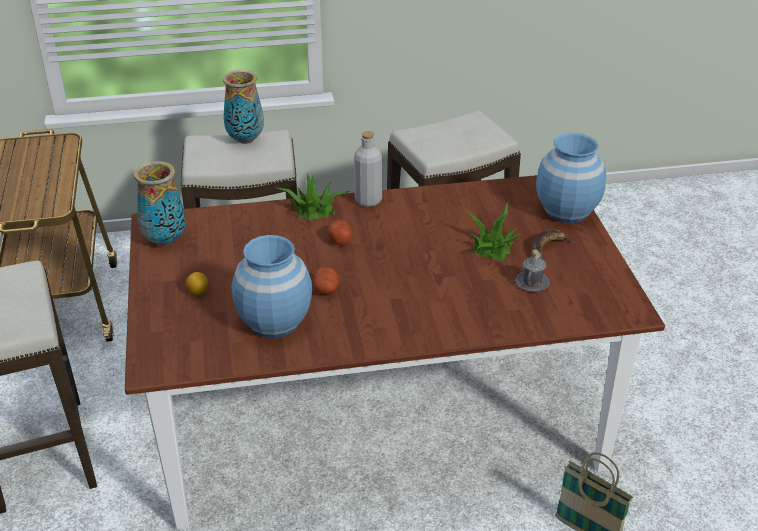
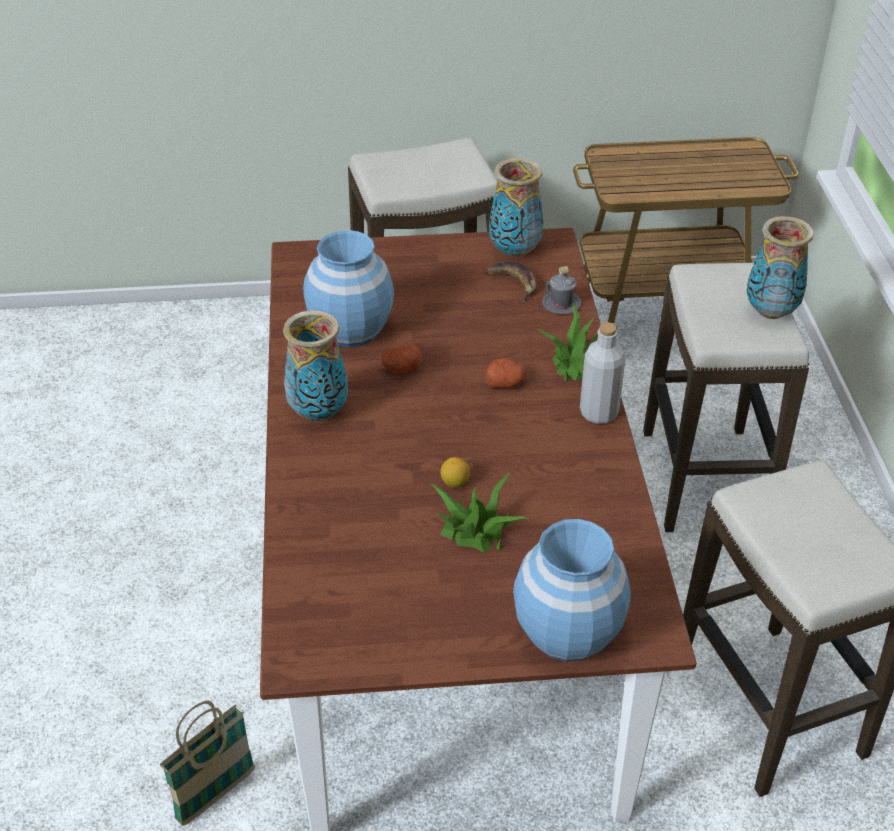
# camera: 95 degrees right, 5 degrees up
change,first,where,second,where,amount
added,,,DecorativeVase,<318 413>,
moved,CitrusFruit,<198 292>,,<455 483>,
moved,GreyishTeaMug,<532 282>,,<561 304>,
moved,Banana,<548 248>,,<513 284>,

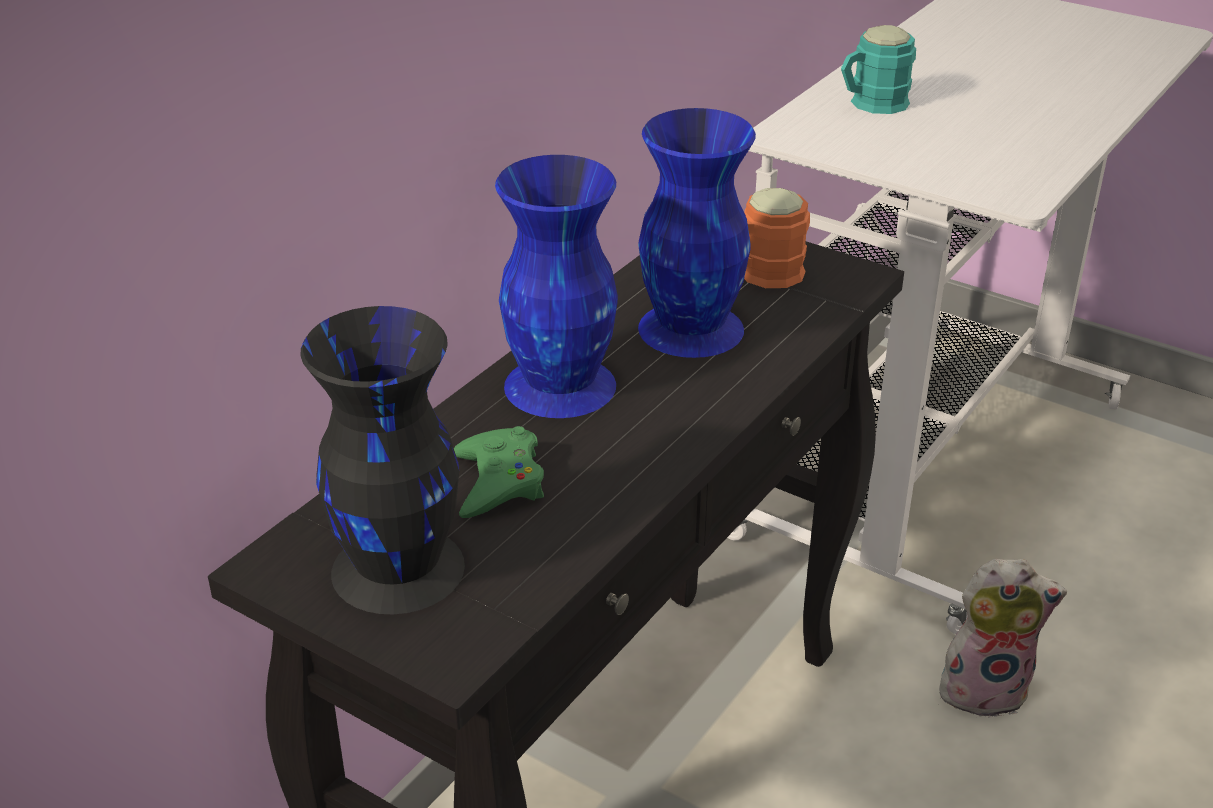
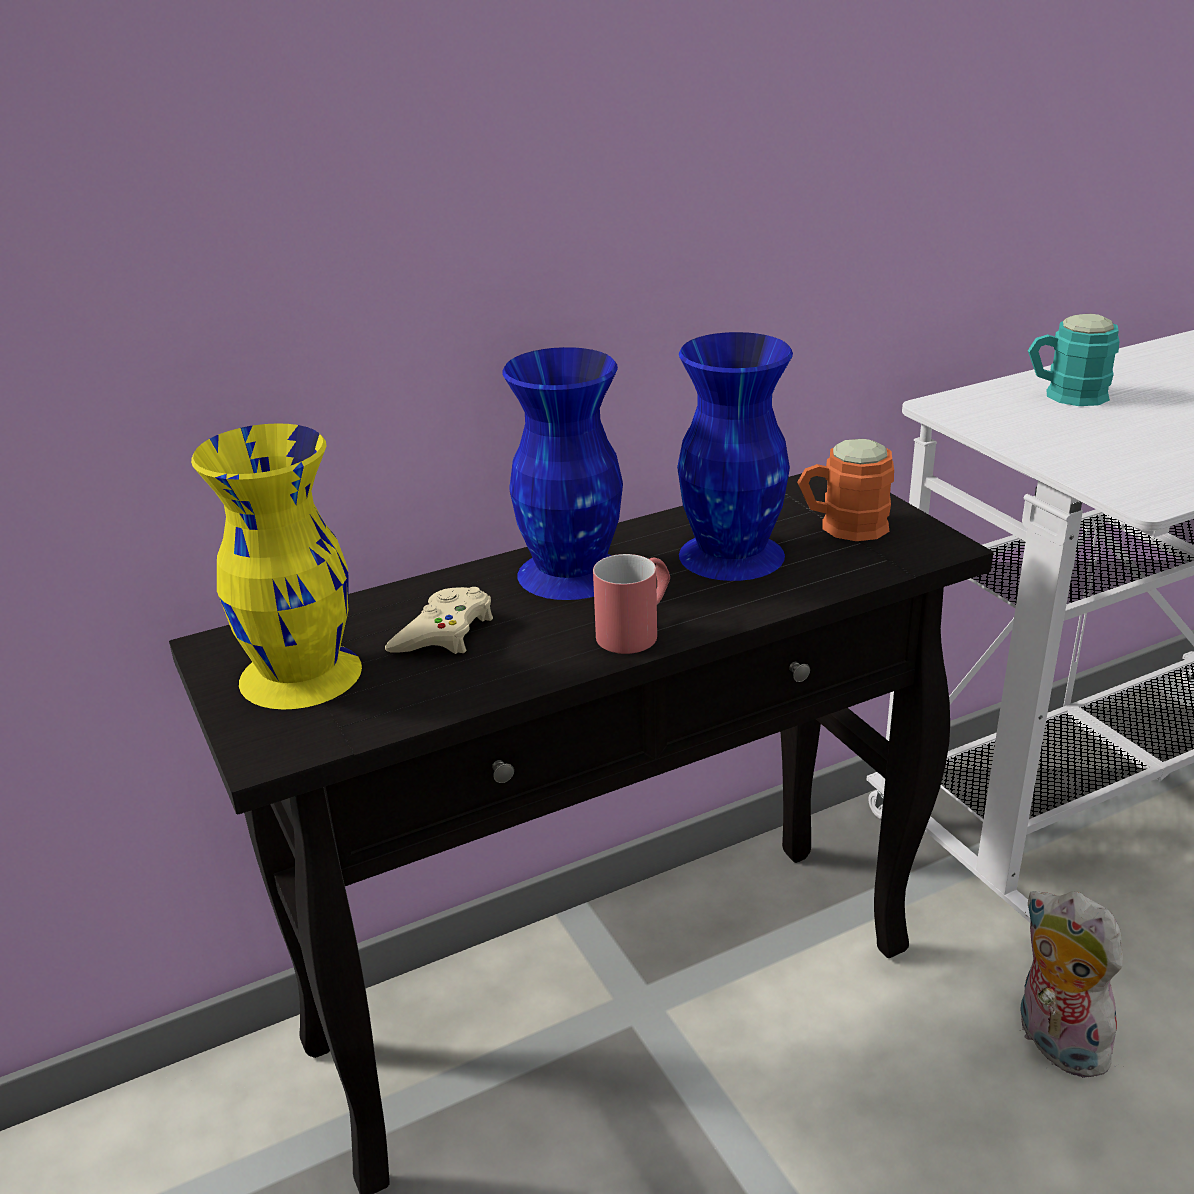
# camera: 30 degrees right, 5 degrees down
change,first,where,second,where,amount
added,,,RedColouredTeaMug,<636 630>,
recoloured,BlackDecorativeVase,<400 569>,YellowDecorativeVase,<302 675>,
recoloured,GreenColouredGamepad,<498 482>,BeigeGamepad,<444 632>,
turned,CuddlyToy,<985 688>,,<1054 1042>,150 degrees counterclockwise

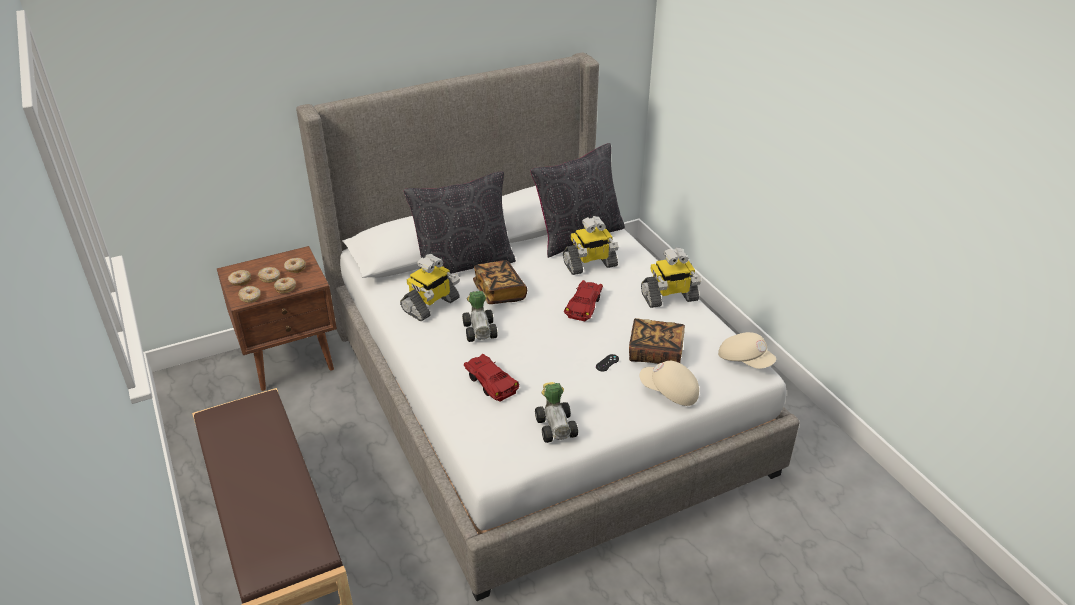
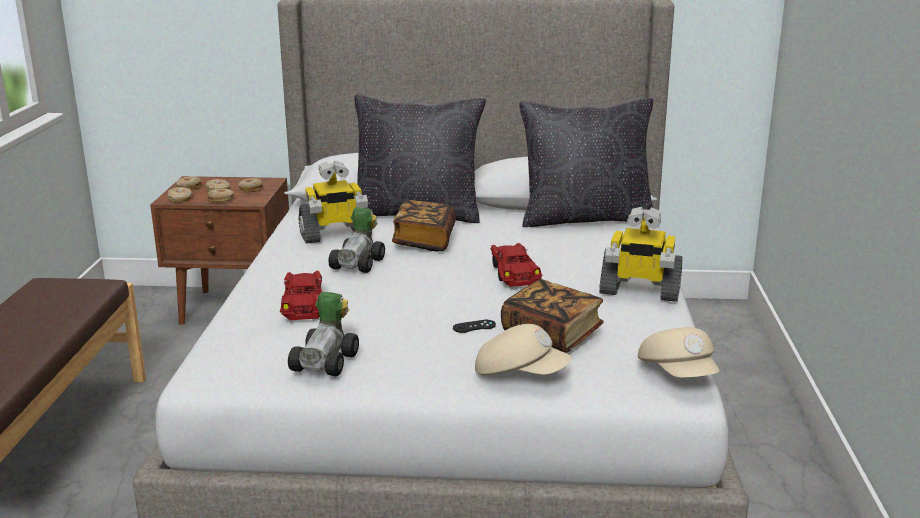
# camera: 30 degrees right, 15 degrees down
change,first,where,second,where,amount
removed,RobotFigure,<590 265>,,,
turned,RedColouredMiniatureCar,<584 305>,,<513 273>,60 degrees counterclockwise
turned,BeigeCap,<669 392>,,<520 373>,150 degrees clockwise

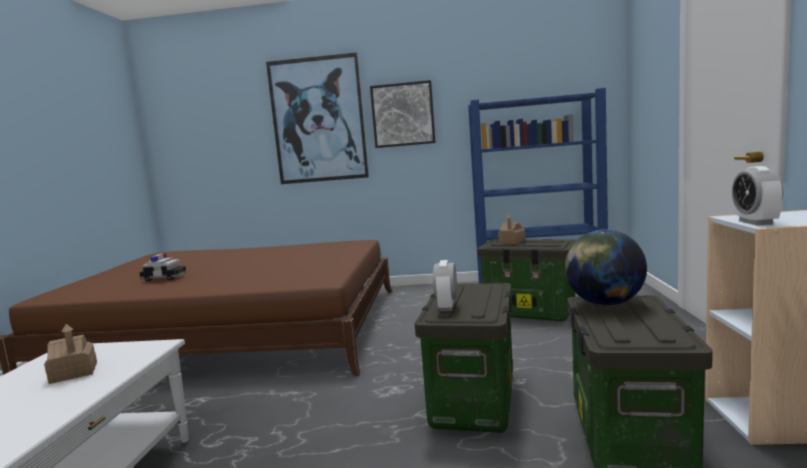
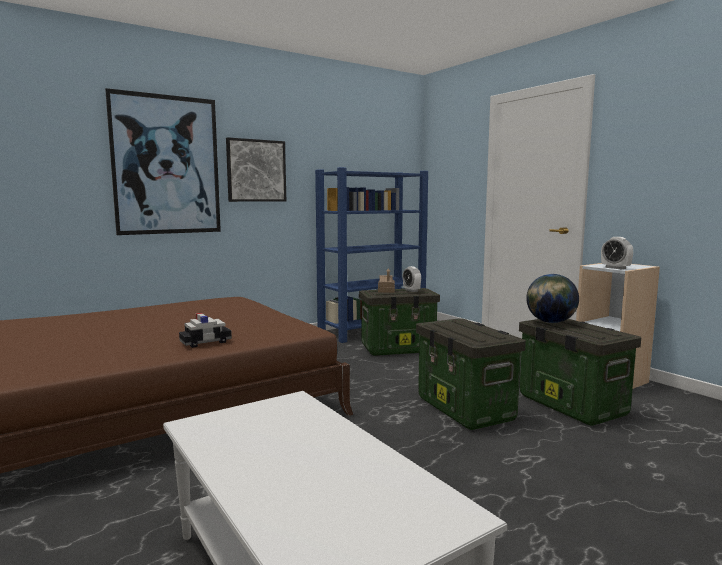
# camera: 40 degrees left, 0 degrees up
change,first,where,second,where,amount
removed,MiniatureHouse,<74 372>,,,
moved,MiniatureCar,<164 278>,,<206 342>,
moved,AlarmClock,<447 307>,,<411 290>,

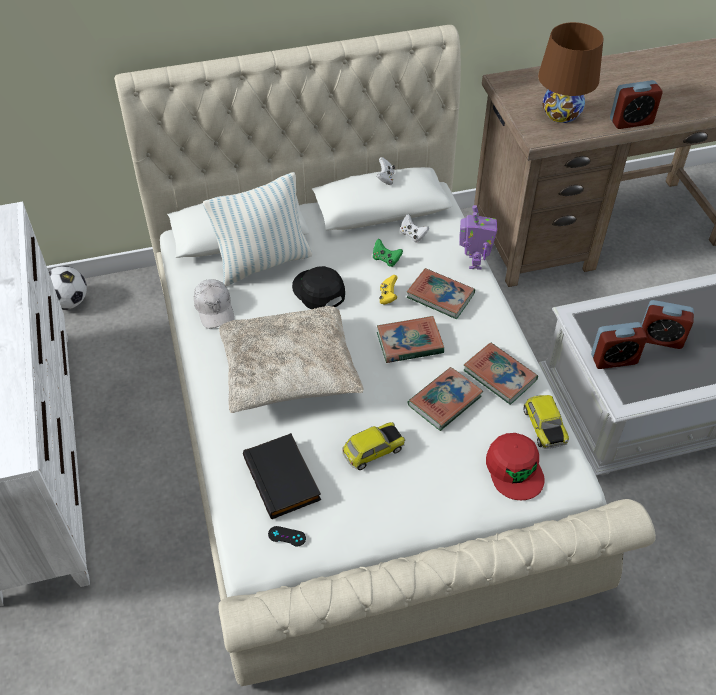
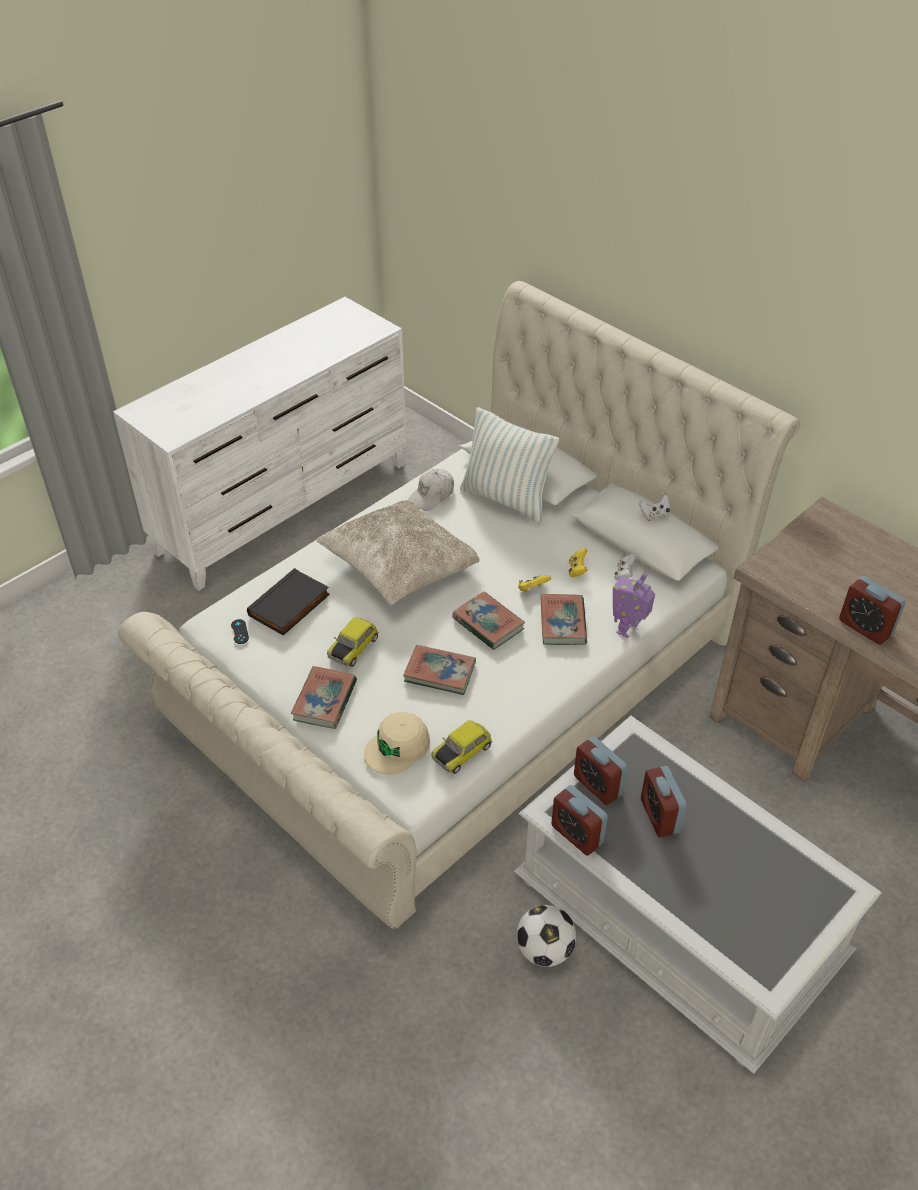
# camera: 60 degrees right, 5 degrees down
change,first,where,second,where,amount
removed,BlackCap,<318 291>,,,
removed,BrownColouredTableLamp,<561 114>,,,
added,,,AlarmClock,<577 834>,
moved,BallForFootball,<69 302>,,<544 950>,
moved,Book,<499 376>,,<324 701>,
recoloured,GreenColouredGamepad,<386 259>,YellowGamepad,<577 570>,
recoloured,RedColouredCap,<514 469>,BeigeCap,<397 748>,
turned,MiniatureCar,<373 451>,,<353 647>,90 degrees clockwise
turned,RobotFigure,<473 262>,,<628 629>,150 degrees clockwise

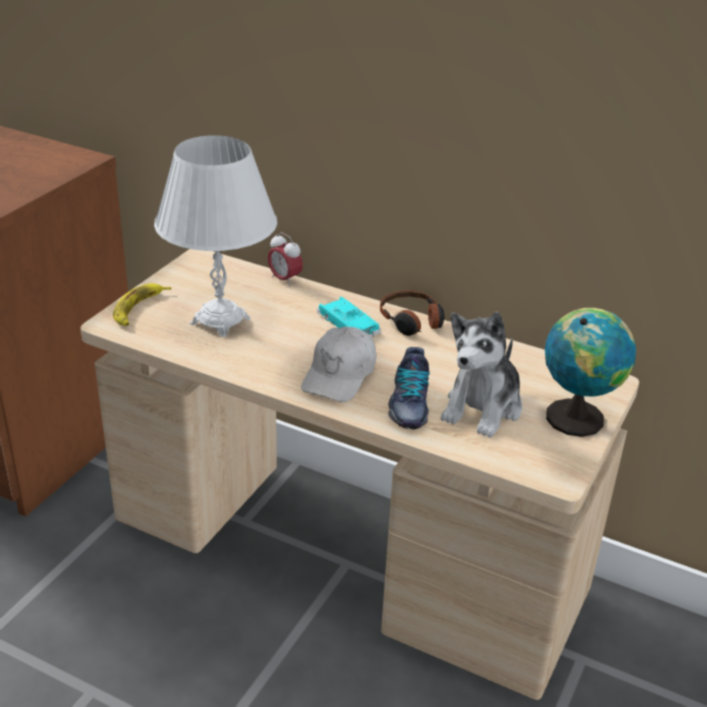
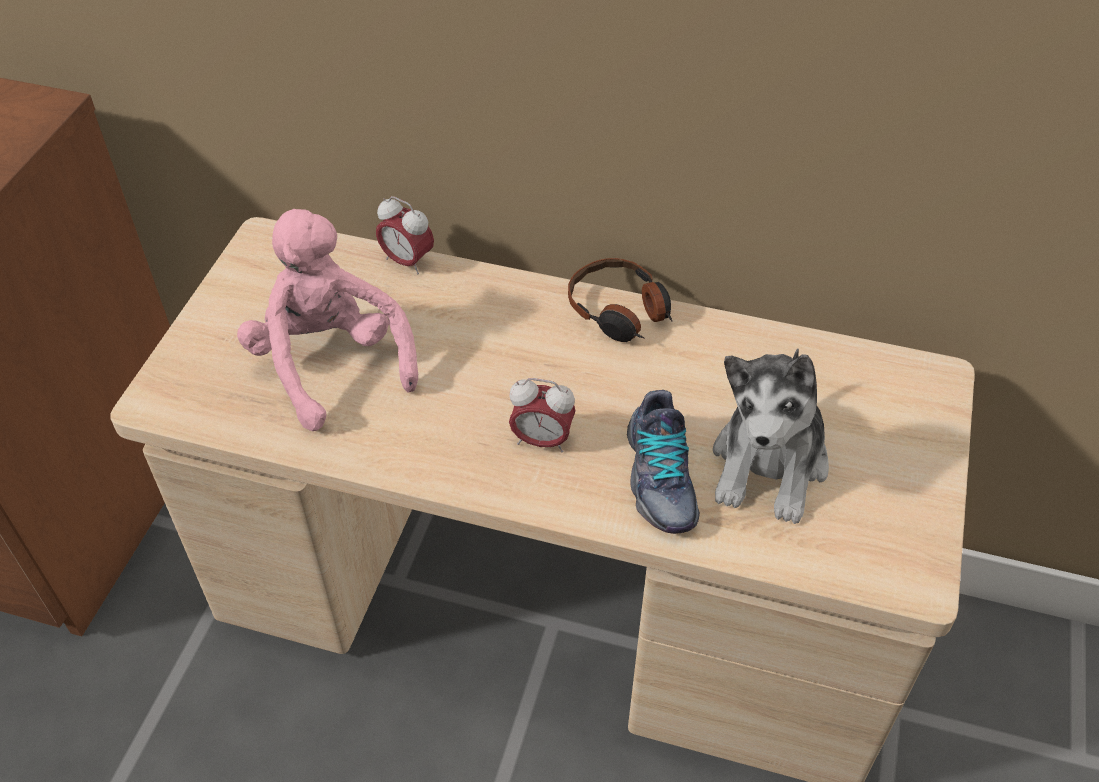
# camera: 10 degrees left, 15 degrees up
change,first,where,second,where,amount
removed,Banana,<139 309>,,,
removed,TurquoiseColouredMiniatureCar,<348 324>,,,
removed,Globe,<577 416>,,,
replaced,WhitishTableLamp,<220 321>,PinkColouredCuddlyToy,<330 363>,
replaced,WhitishCap,<340 375>,AlarmClock,<542 440>,

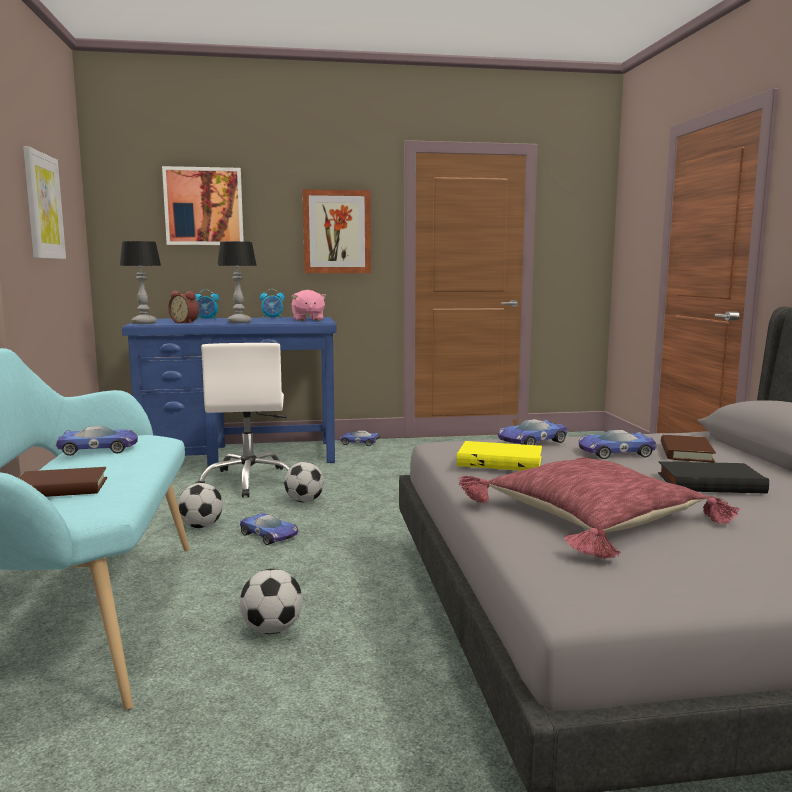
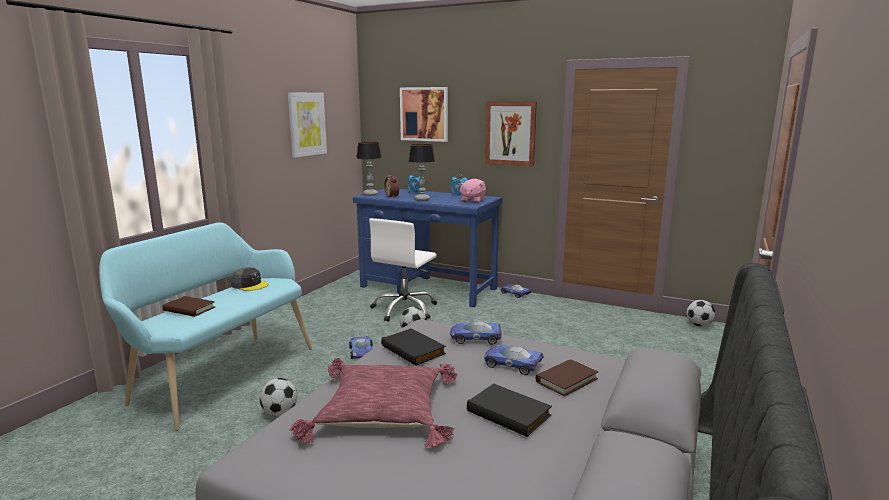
# camera: 35 degrees right, 5 degrees up
change,first,where,second,where,amount
moved,BallForFootball,<201 526>,,<699 325>,
replaced,MiniatureCar,<100 448>,GreyishCap,<250 285>,
recoloured,YellowBook,<500 461>,BlackBook,<414 349>,

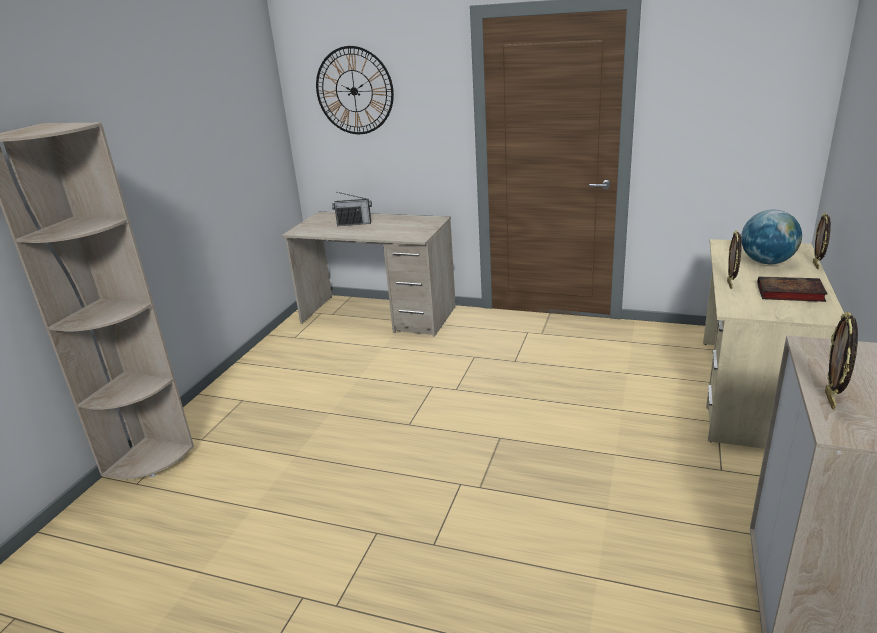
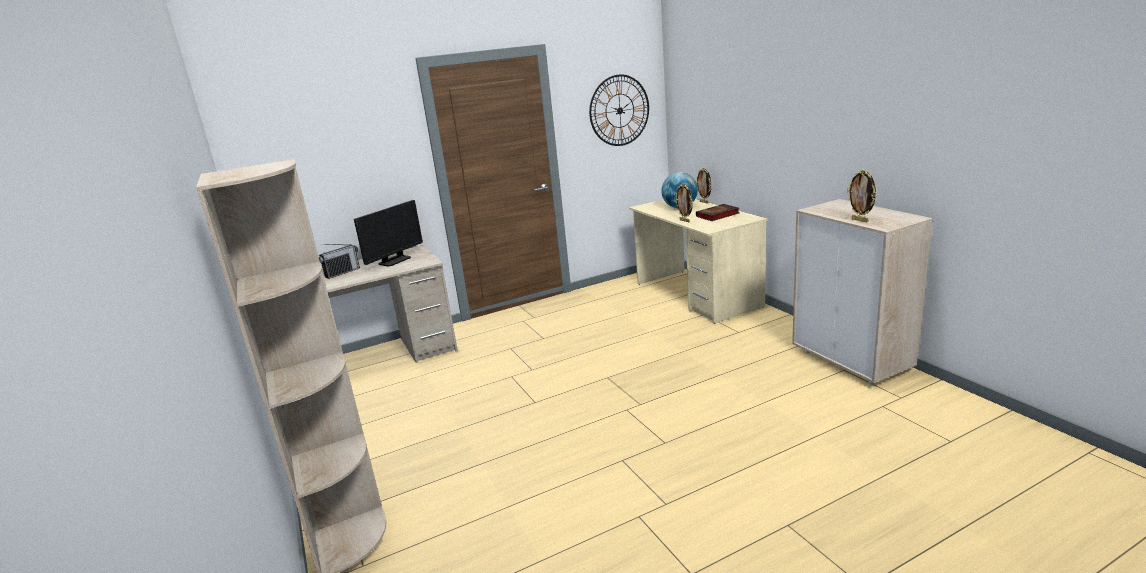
# camera: 45 degrees left, 5 degrees down
change,first,where,second,where,amount
added,,,ComputerScreen,<394 260>,
moved,ClockOnTheWall,<354 91>,,<619 110>,

